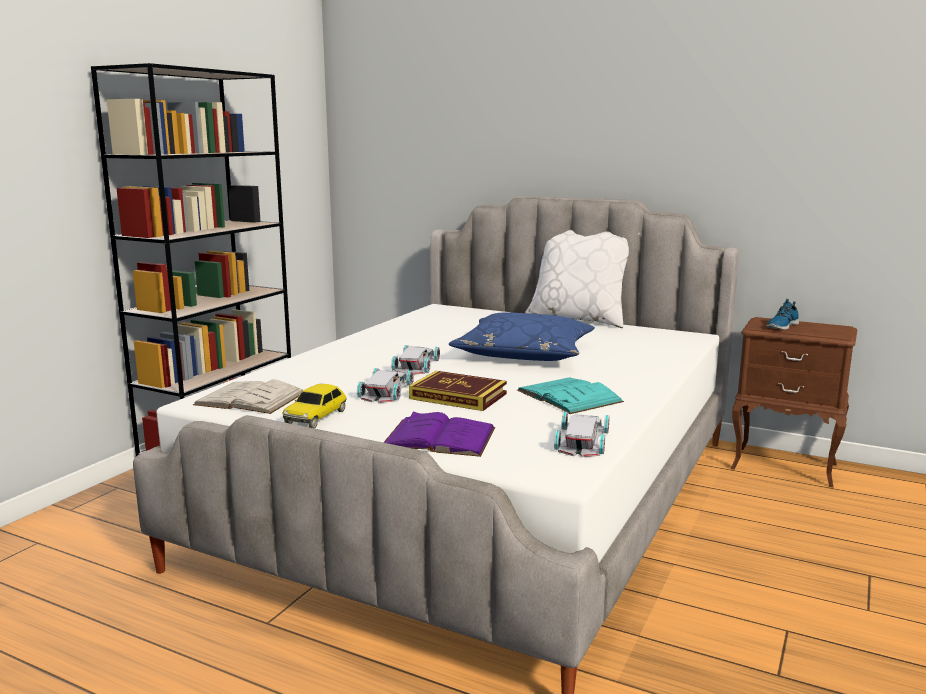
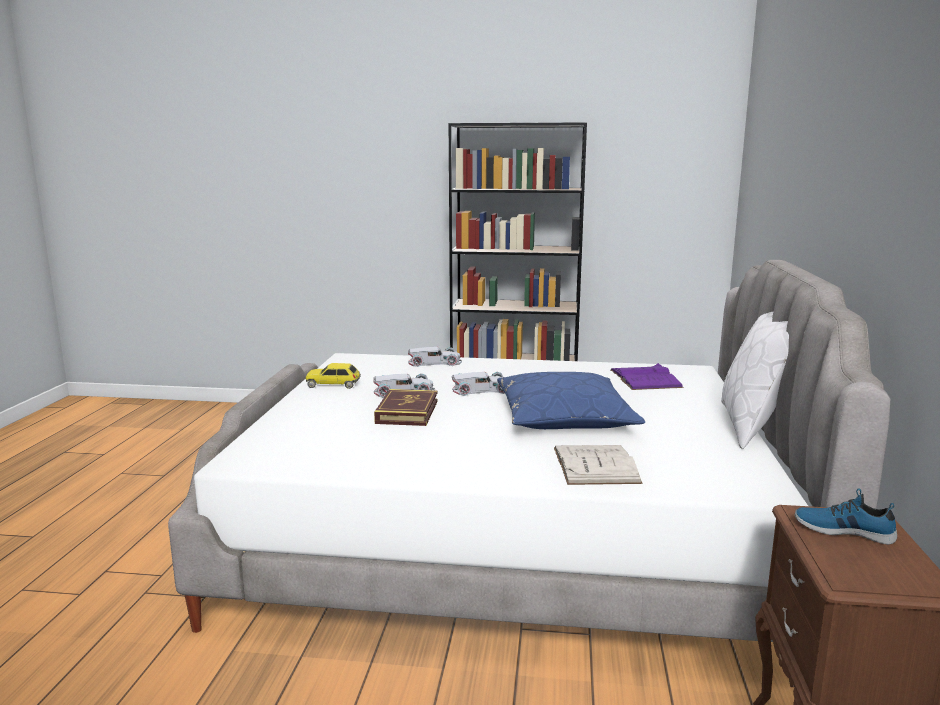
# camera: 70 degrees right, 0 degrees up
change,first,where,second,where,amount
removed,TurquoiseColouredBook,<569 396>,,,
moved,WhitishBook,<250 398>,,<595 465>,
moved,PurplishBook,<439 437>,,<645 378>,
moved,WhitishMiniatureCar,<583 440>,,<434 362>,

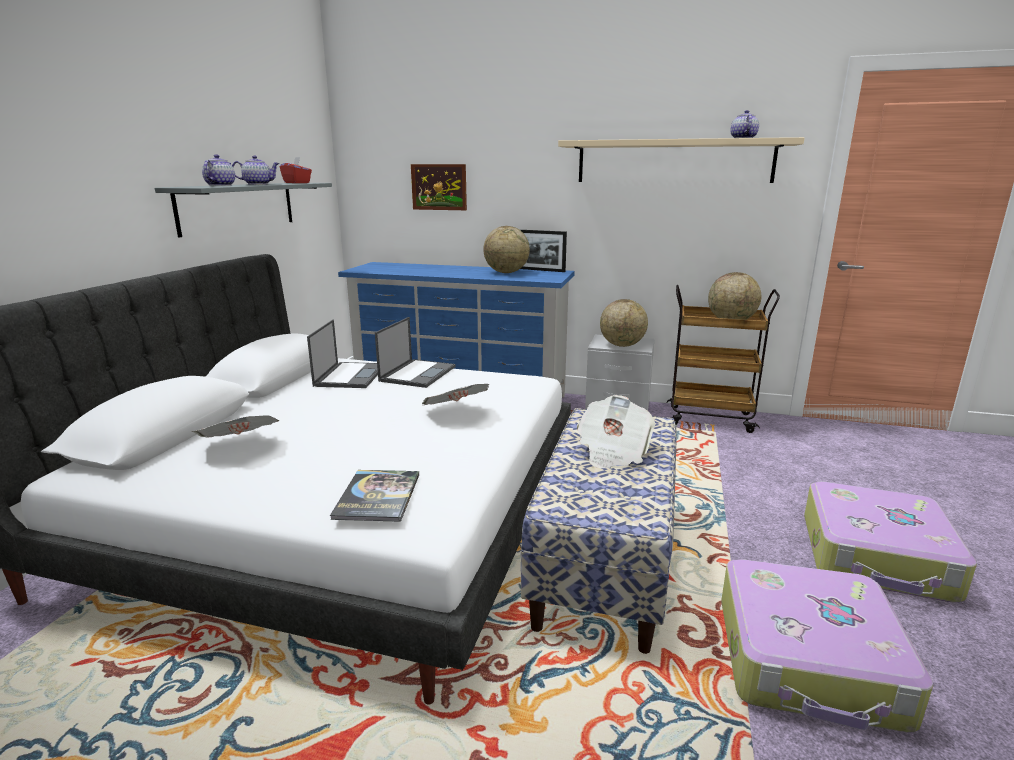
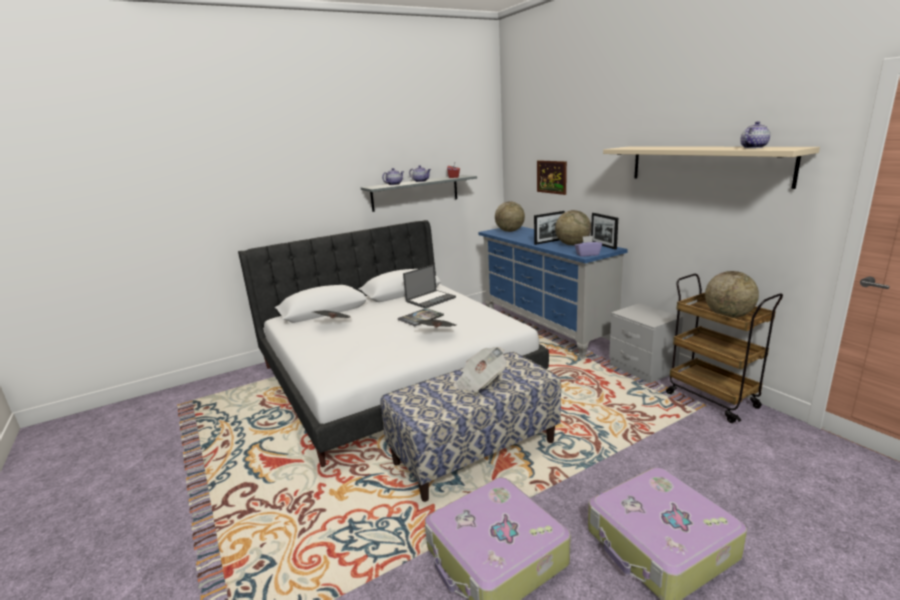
# camera: 45 degrees right, 0 degrees up
change,first,where,second,where,amount
removed,PortableComputer,<418 373>,,,
added,,,PictureFrame,<549 241>,
added,,,PurplishBoxOfTissues,<587 254>,
moved,Book,<377 496>,,<420 318>,
moved,Globe,<622 345>,,<510 231>,

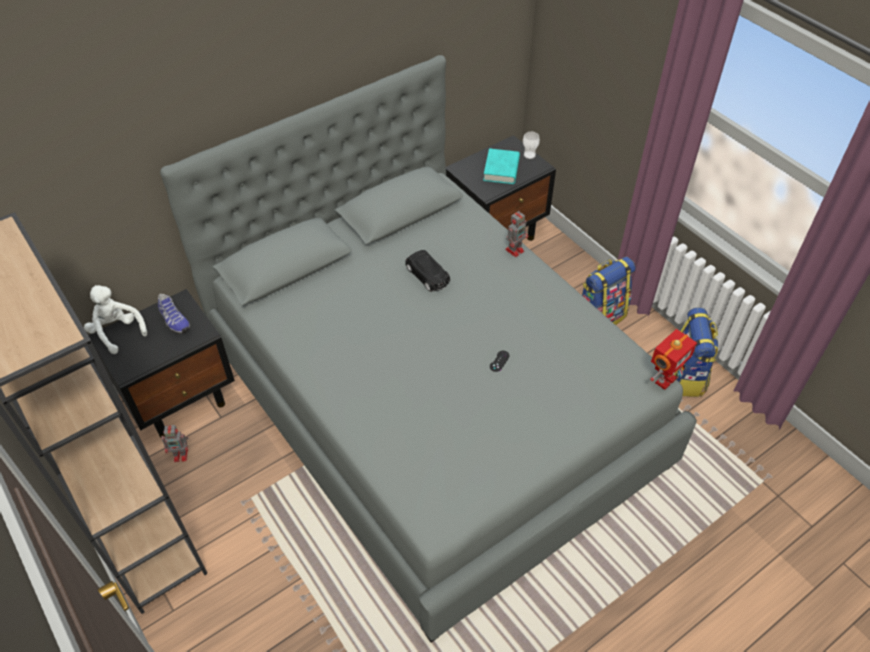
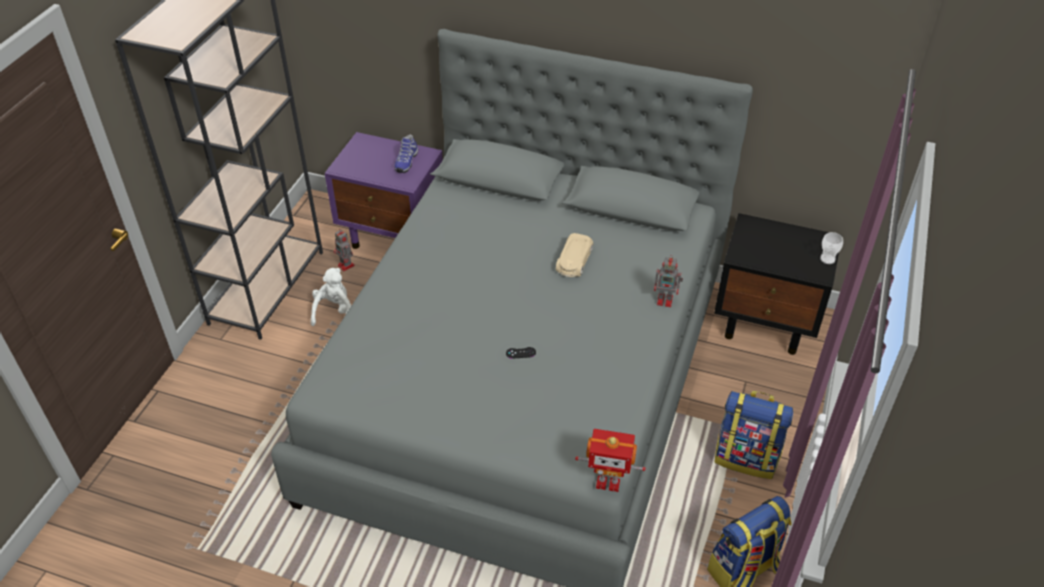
# camera: 55 degrees right, 5 degrees down
change,first,where,second,where,amount
removed,TurquoiseColouredBook,<501 170>,,,
moved,WhitishCuddlyToy,<117 331>,,<334 312>,
recoloured,BlackNightstand,<181 399>,PurplishNightstand,<394 235>,
recoloured,BlackMiniatureCar,<428 275>,BeigeMiniatureCar,<574 261>,

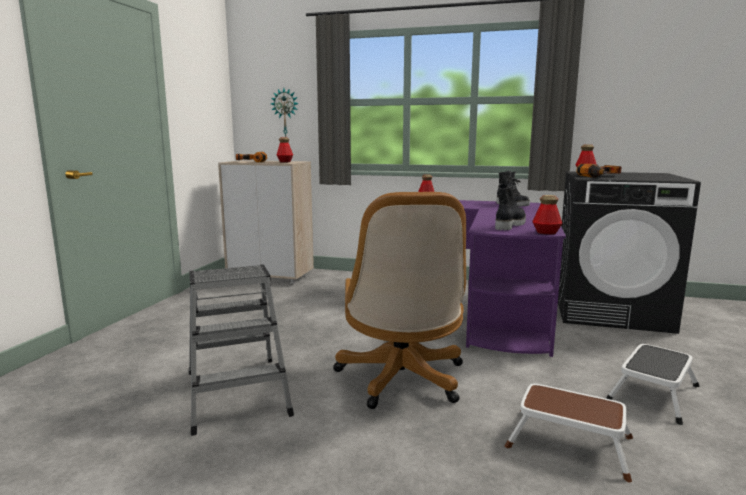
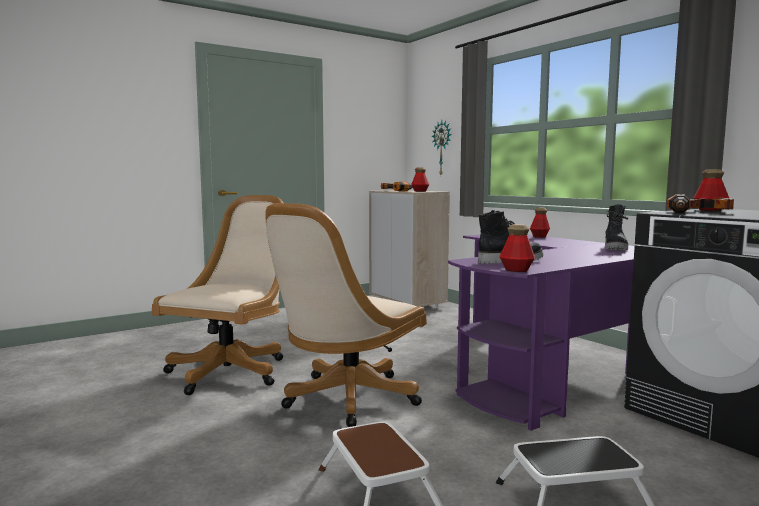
# camera: 40 degrees right, 5 degrees down
change,first,where,second,where,amount
replaced,GreyishStepStool,<237 391>,OfficeChair,<232 369>,

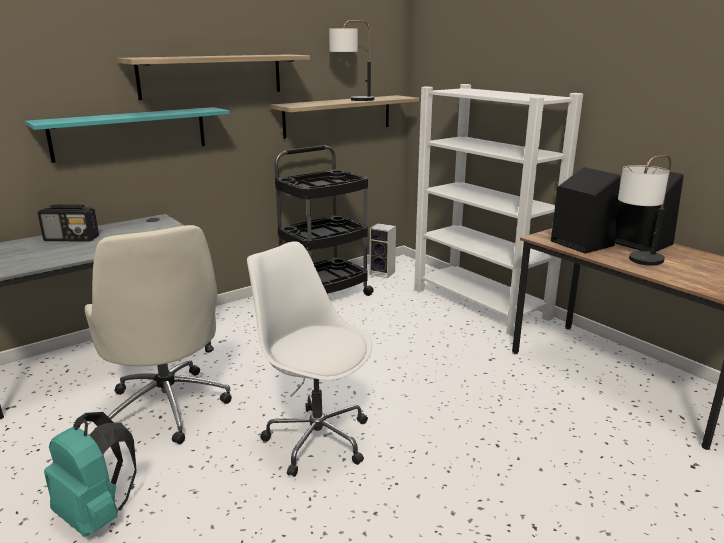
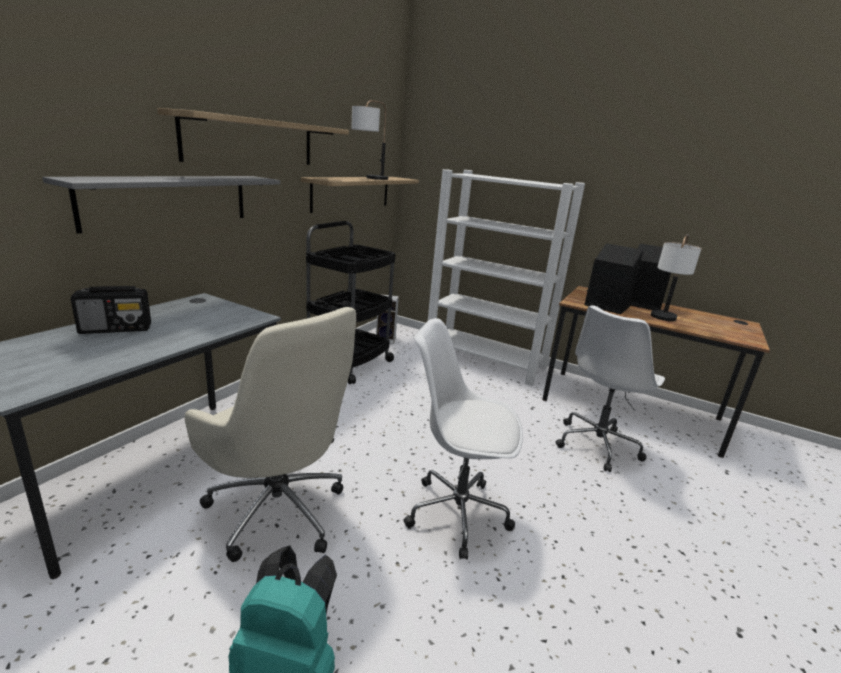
# camera: 25 degrees left, 0 degrees up
change,first,where,second,where,amount
added,,,WhitishOfficeChair,<595 446>,
recoloured,TurquoiseColouredWallShelf,<130 133>,GreyishWallShelf,<169 200>,

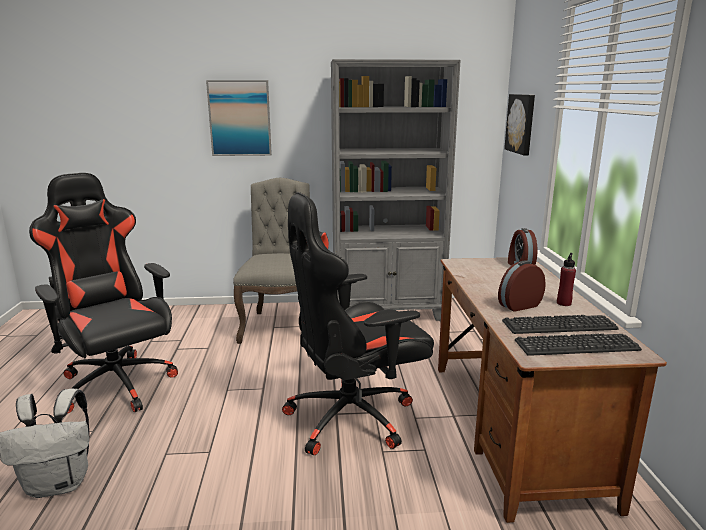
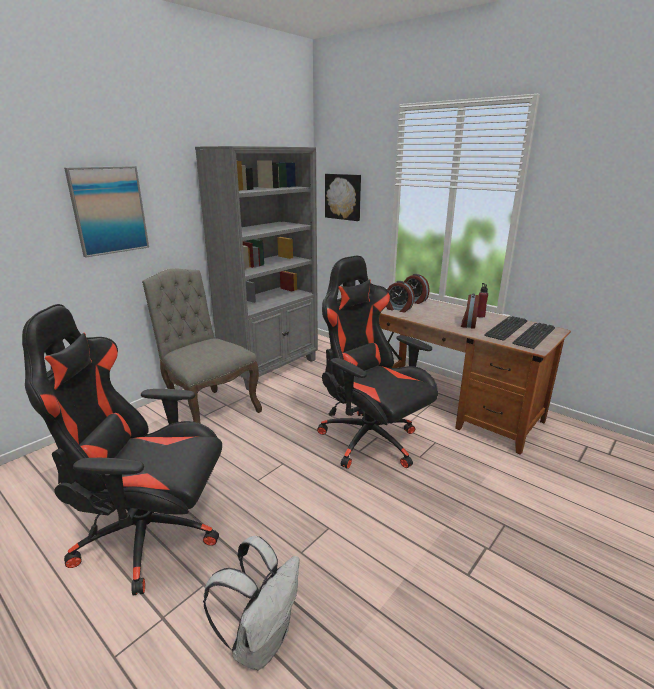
# camera: 45 degrees left, 5 degrees up
change,first,where,second,where,amount
added,,,AlarmClock,<398 309>,
turned,BlackOfficeChair,<359 416>,,<374 445>,120 degrees clockwise

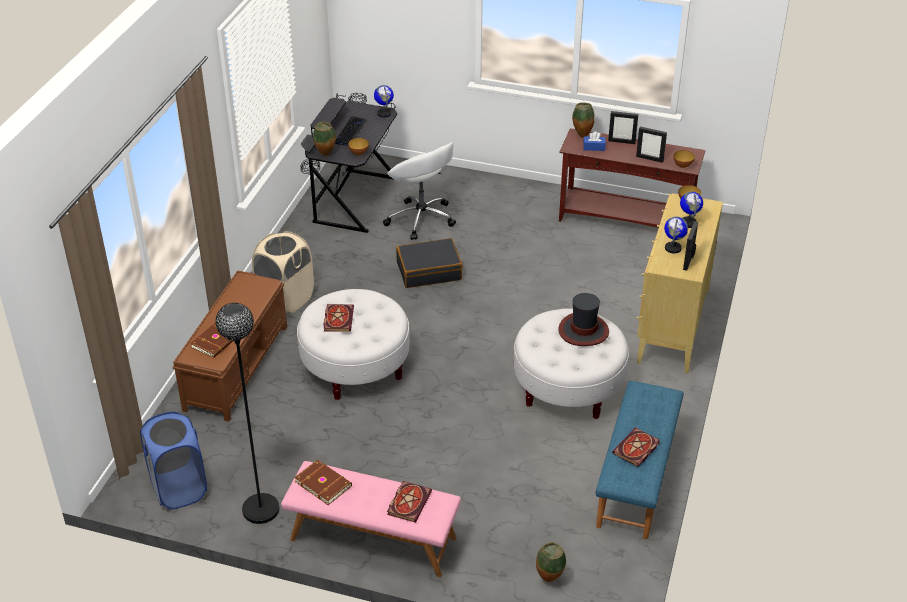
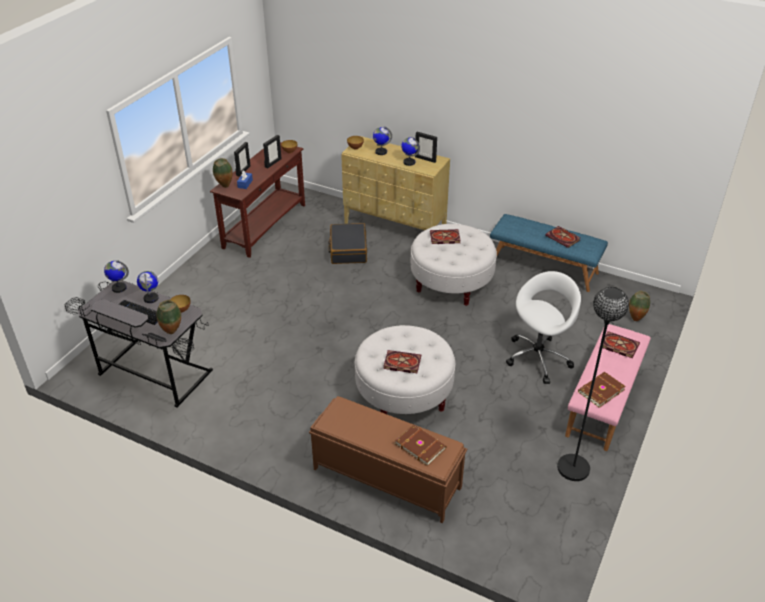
# camera: 80 degrees left, 0 degrees up
change,first,where,second,where,amount
removed,BluishLaundryBasket,<179 488>,,,
removed,BeigeLaundryBasket,<286 300>,,,
added,,,Globe,<151 298>,
moved,WhitishOfficeChair,<422 220>,,<539 357>,
moved,BlackTravelCase,<429 271>,,<348 250>,
replaced,WearableHat,<583 331>,Book,<444 238>,

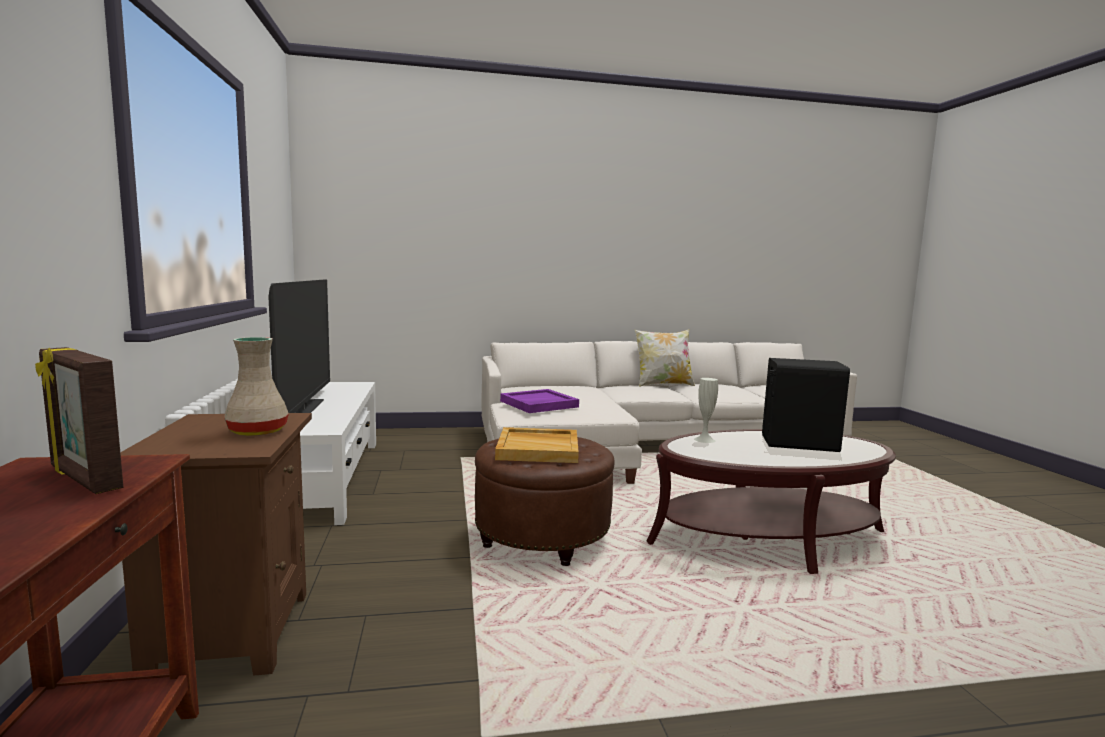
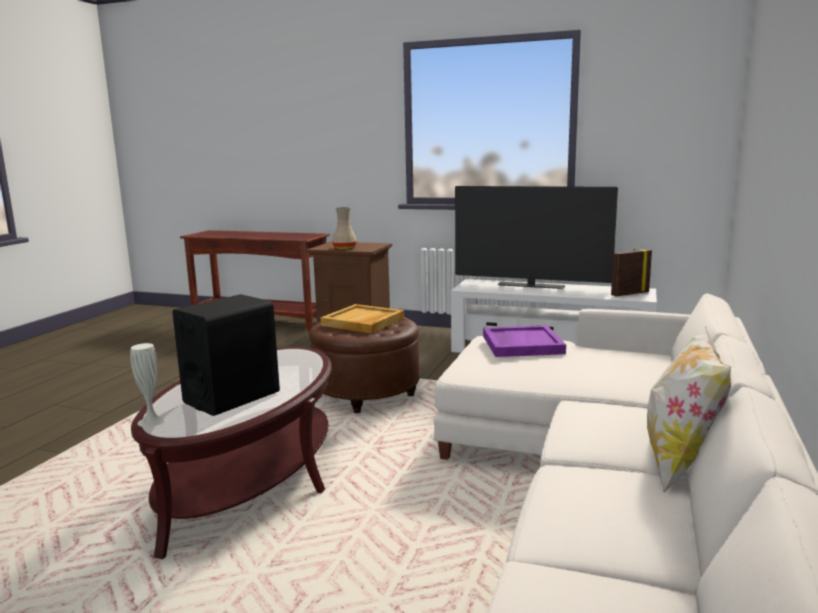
# camera: 120 degrees right, 5 degrees up
change,first,where,second,where,amount
moved,PictureFrame,<83 479>,,<629 294>,
moved,WhitishDecorativeVase,<704 440>,,<151 421>,

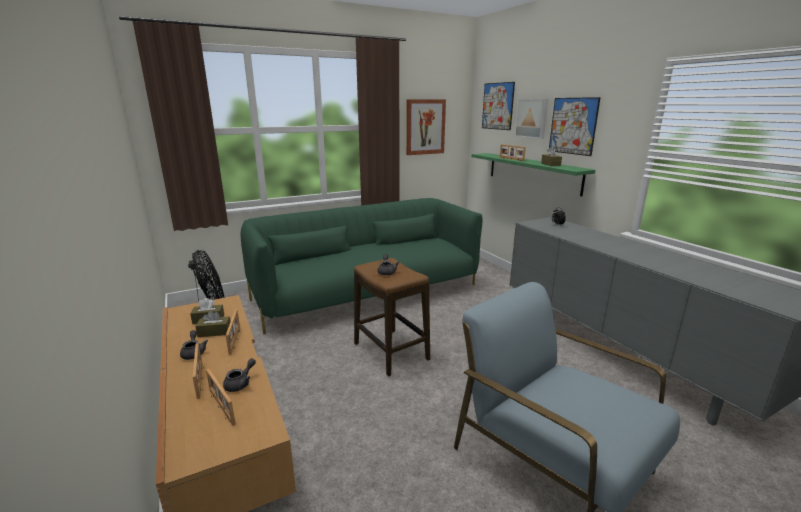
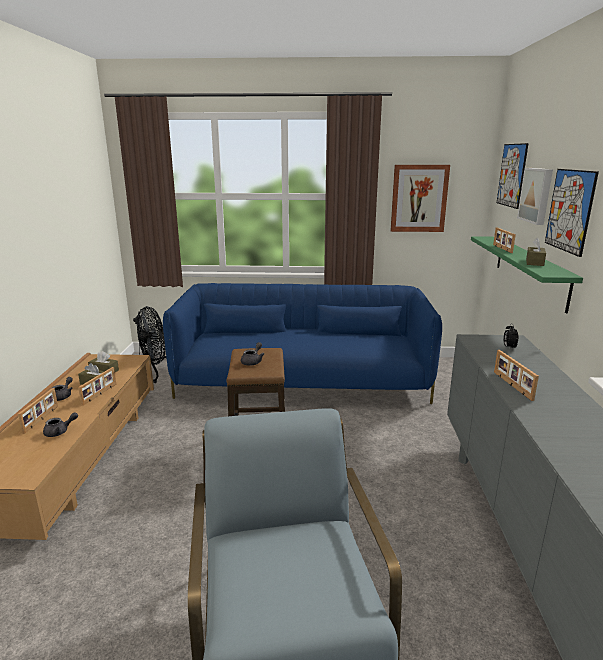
# camera: 30 degrees right, 0 degrees up
change,first,where,second,where,amount
moved,PictureFrame,<221 407>,,<511 385>,
recoloured,GreenColouredSofa,<367 293>,BluishSofa,<302 383>,

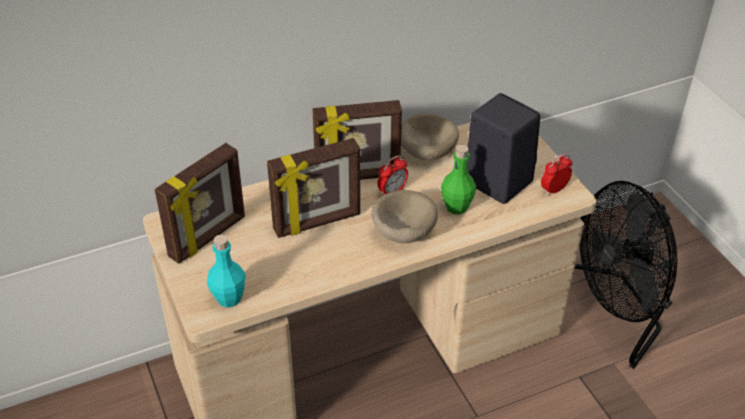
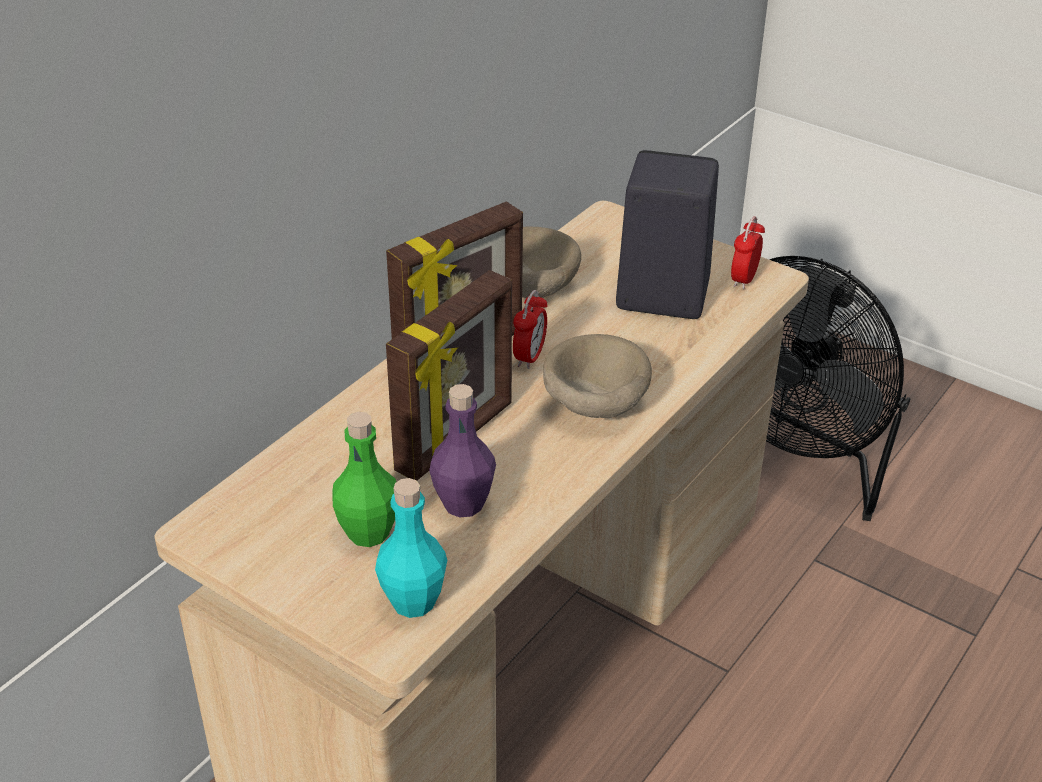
# camera: 30 degrees left, 5 degrees down
change,first,where,second,where,amount
removed,PictureFrame,<208 237>,,,
added,,,PurplishBeverageBottle,<463 503>,
moved,GreenColouredBeverageBottle,<456 207>,,<368 532>,

